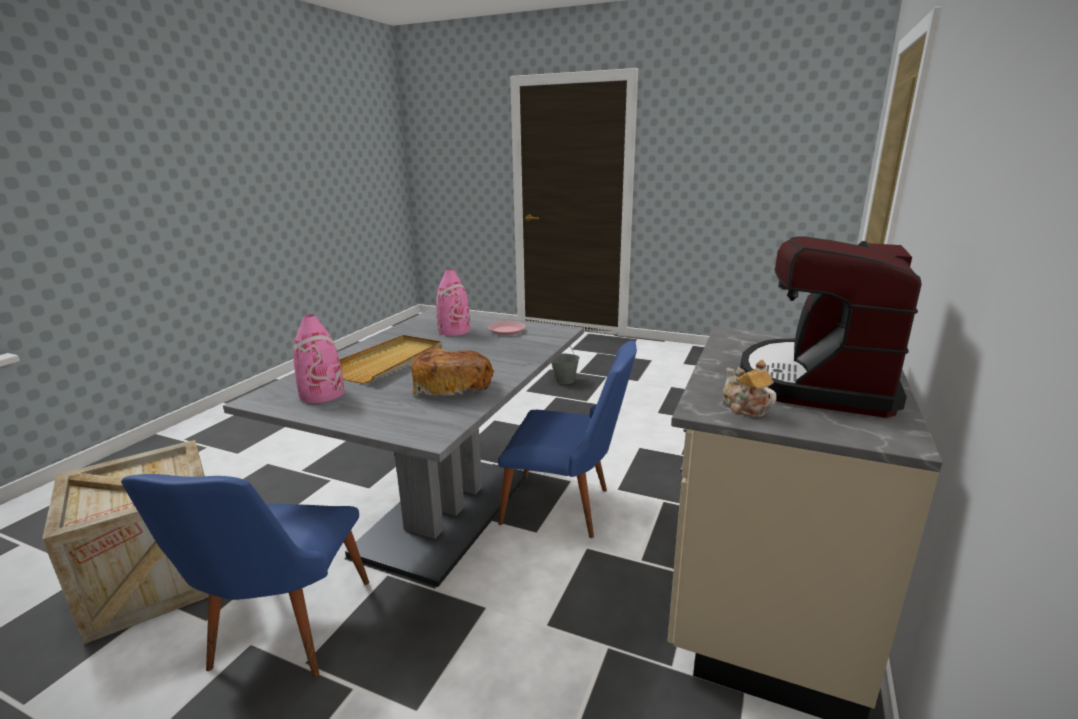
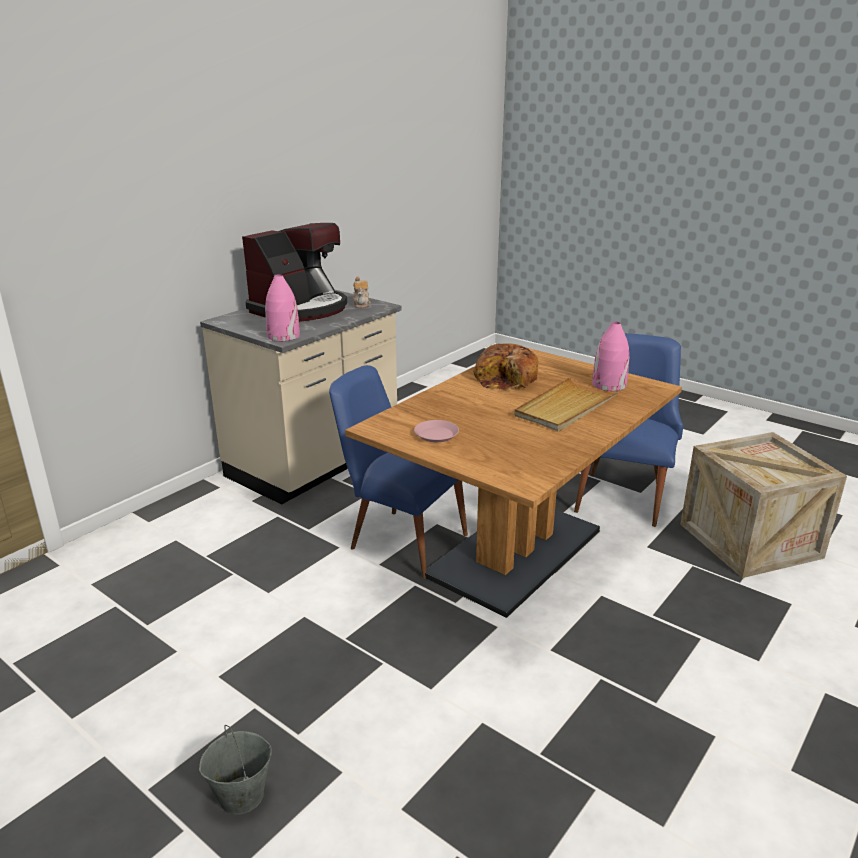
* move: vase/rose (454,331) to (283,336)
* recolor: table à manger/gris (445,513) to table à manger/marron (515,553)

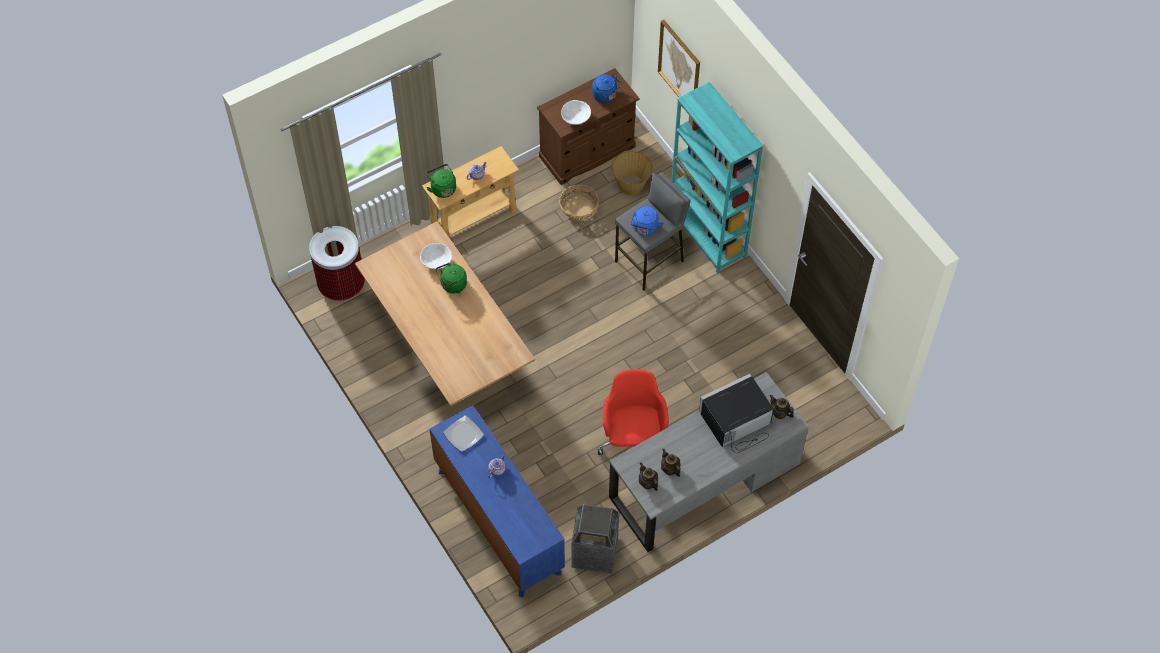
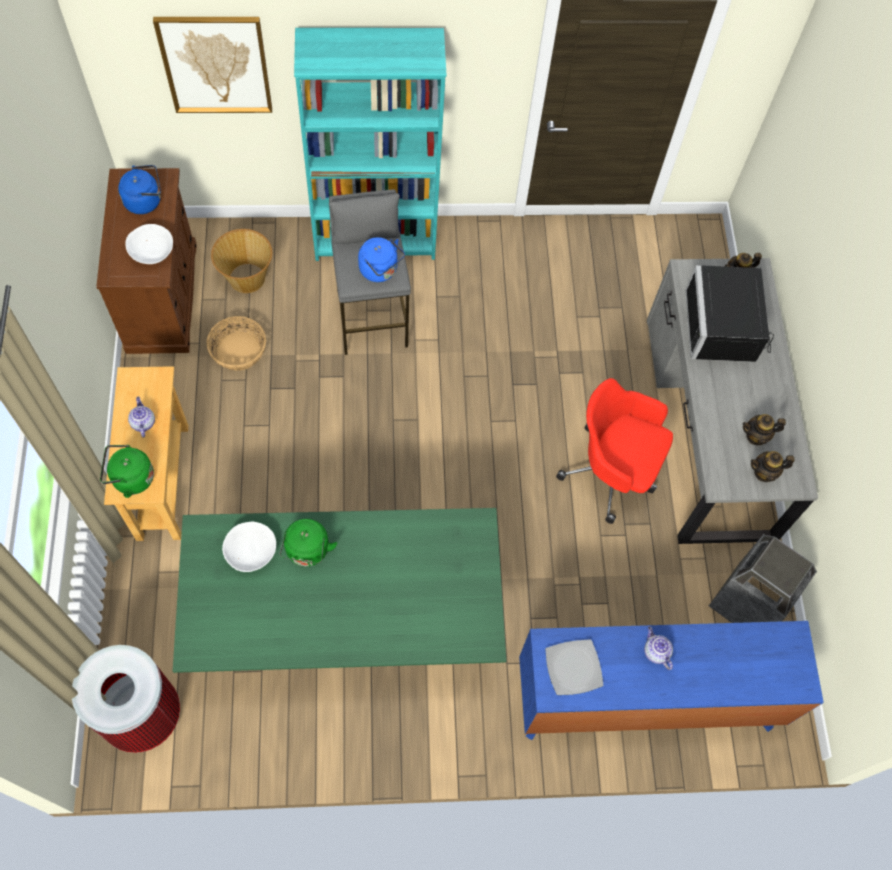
* recolor: table à manger/beige (448,350) to table à manger/vert (346,624)

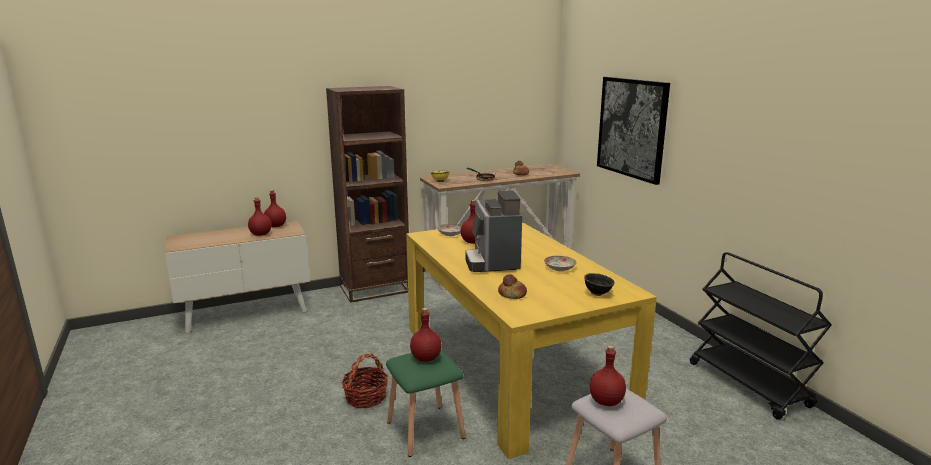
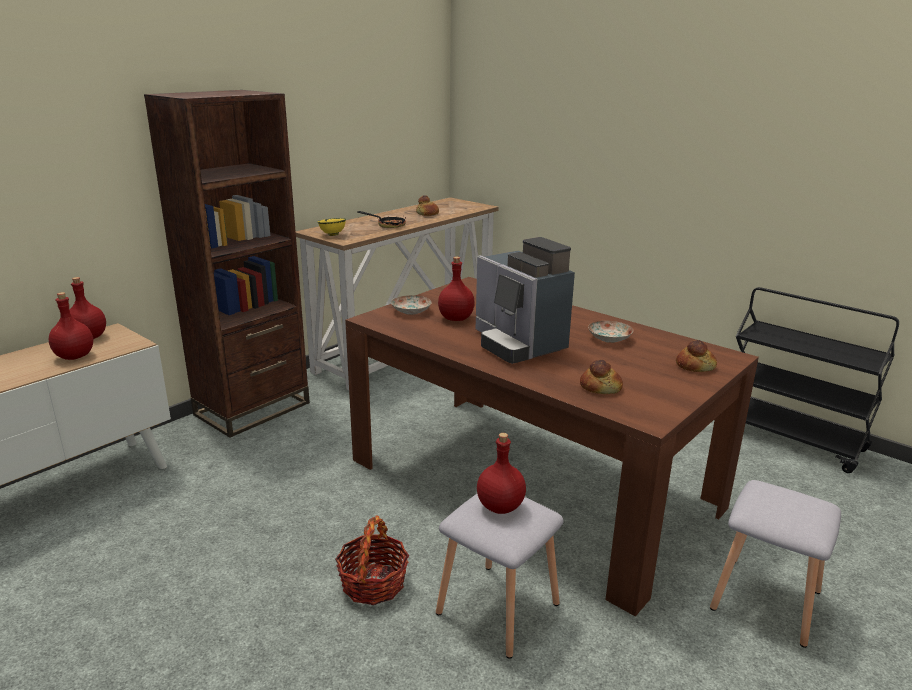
* delete: tableau (632,128)
* recolor: table à manger/jaune (511,367) to table à manger/marron (532,483)
* replace: bol/noir (597,294) to pain (695,366)
* delete: bouteille/rouge (605,401)
* recolor: tabouret/vert (424,429) to tabouret/gris (495,608)

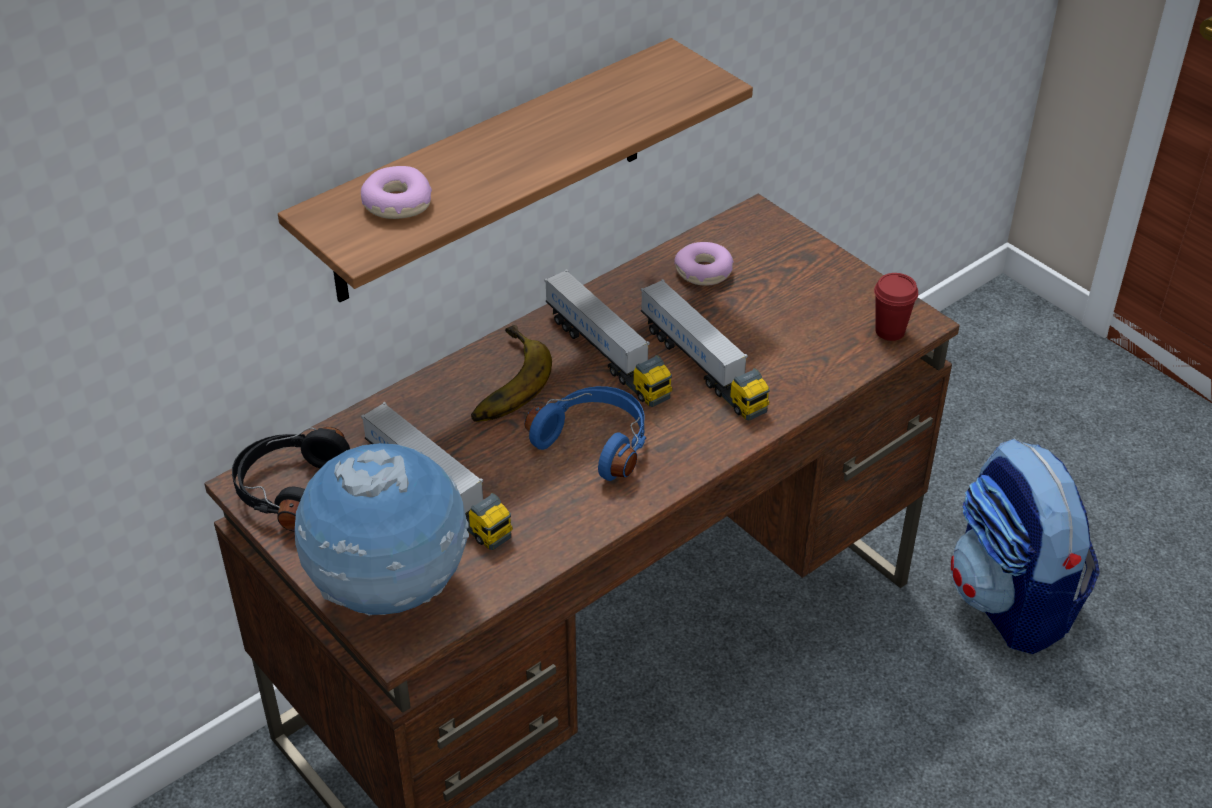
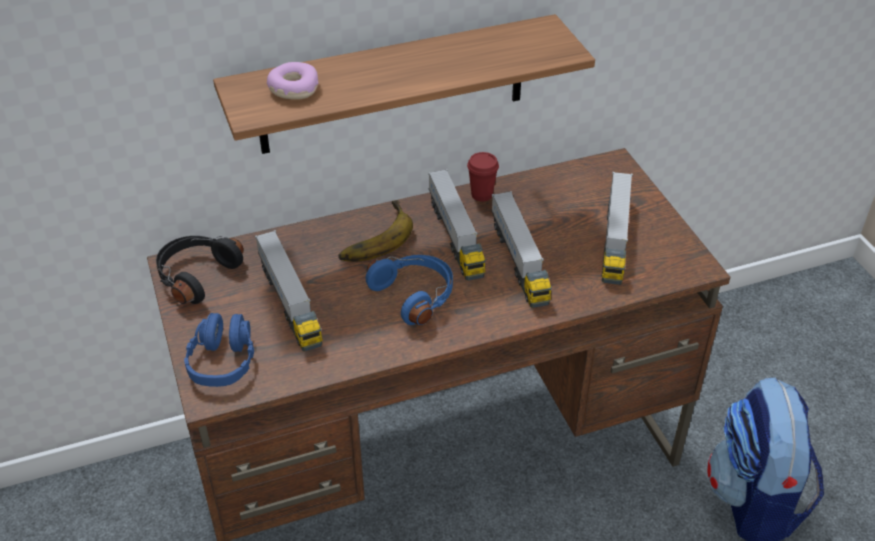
* delete: beignet (704,272)
* move: tasse/rouge (890,331) to (482,195)
* replace: globe (390,591) to casque audio/bleu (222,361)
* insert: camion jouet (615,240)

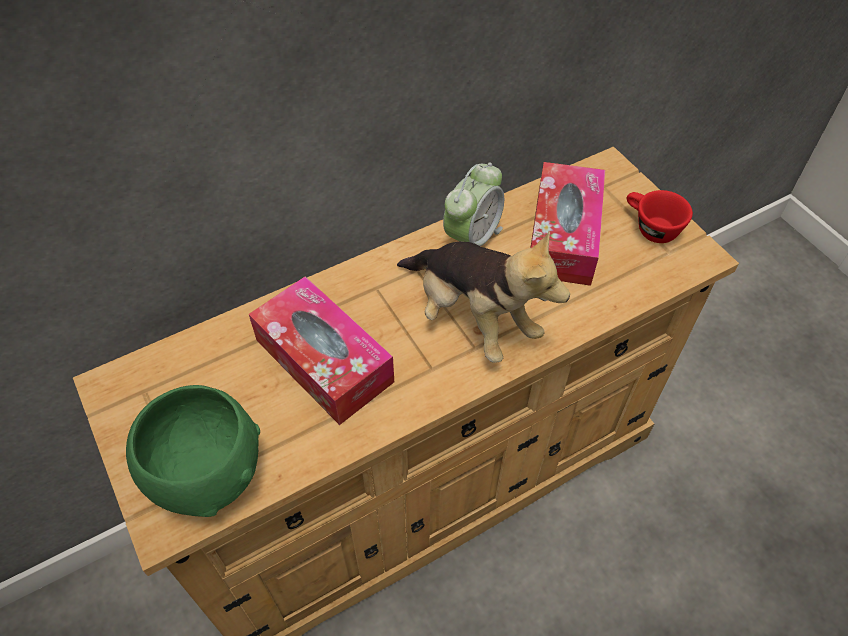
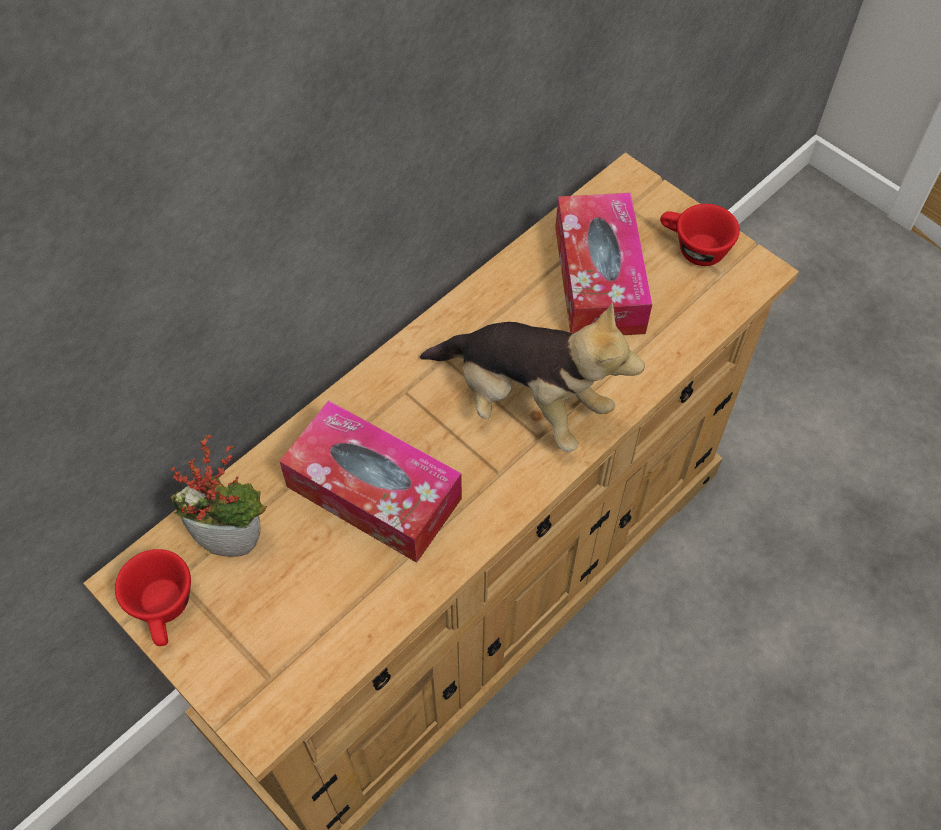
* delete: réveil (472,239)
* delete: bol/vert (207,471)
* insert: plante en pot (235,538)
* insert: tasse/rouge (165,610)

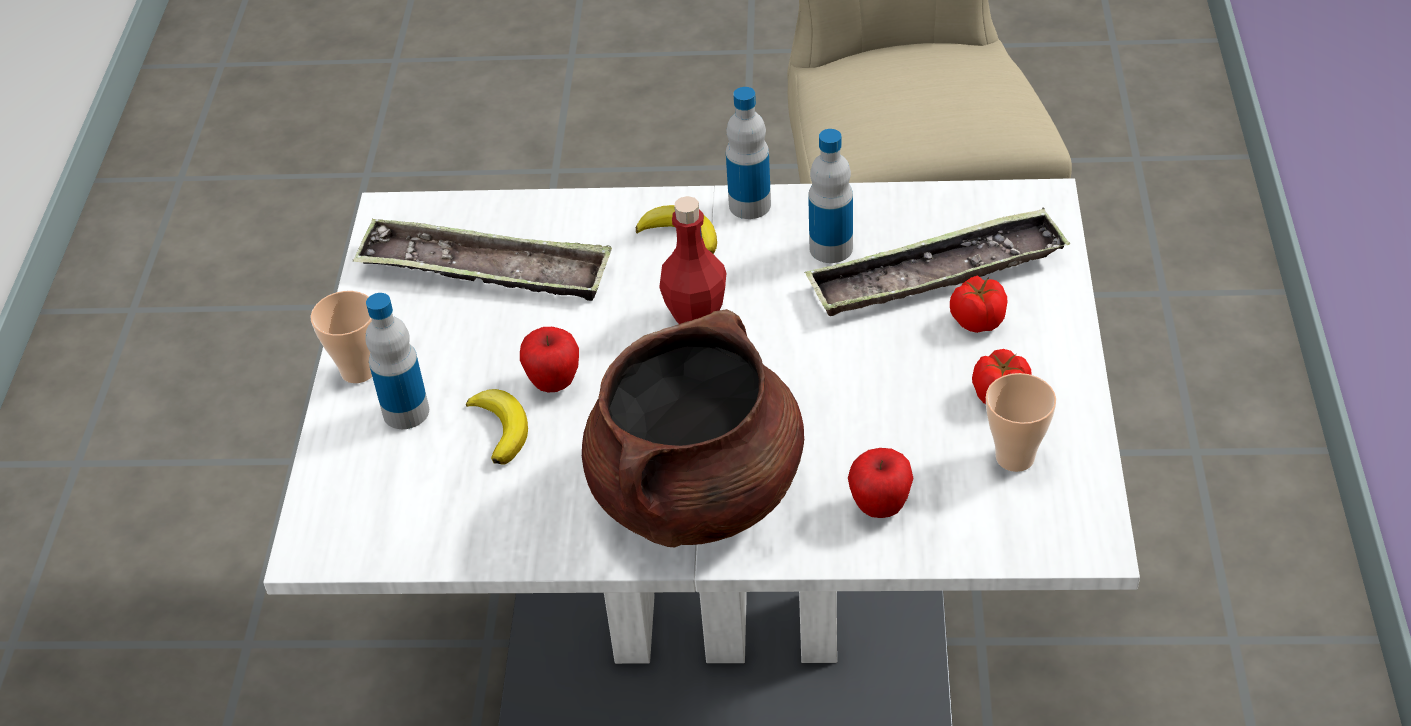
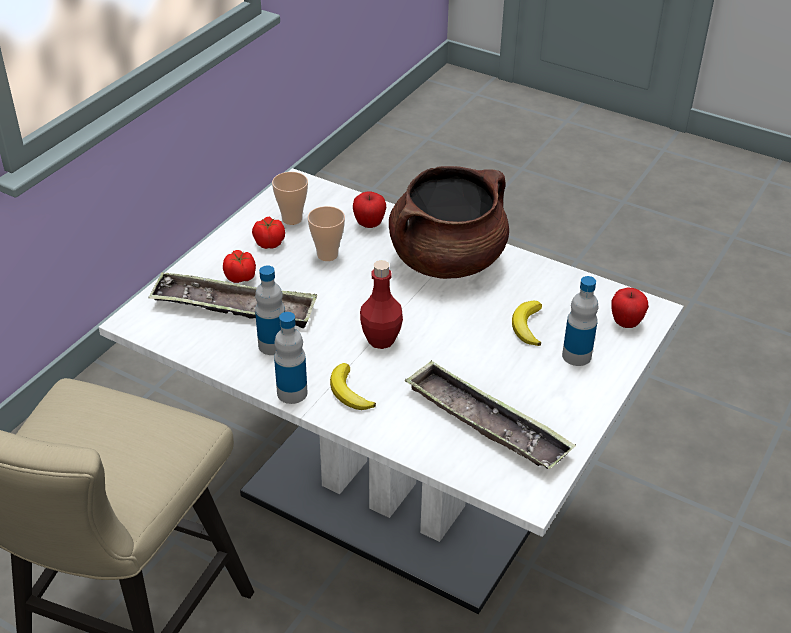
* move: tasse (358,370) to (327,255)
* move: pomme (554,383) to (626,323)

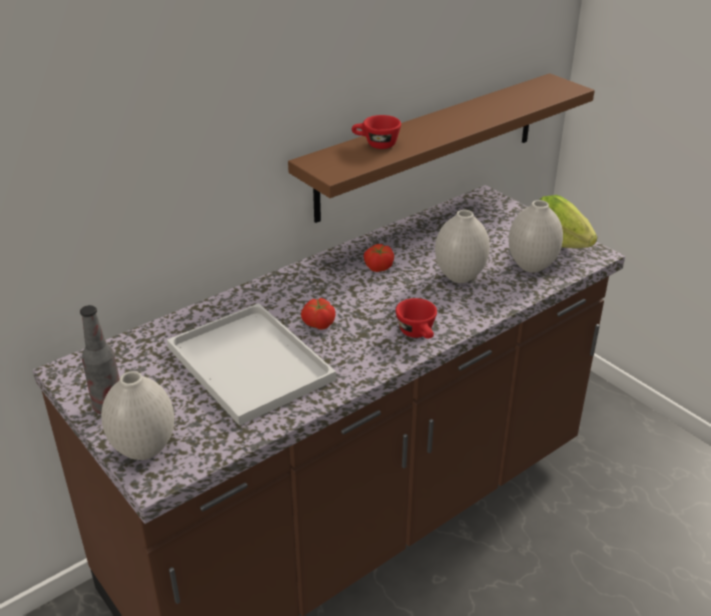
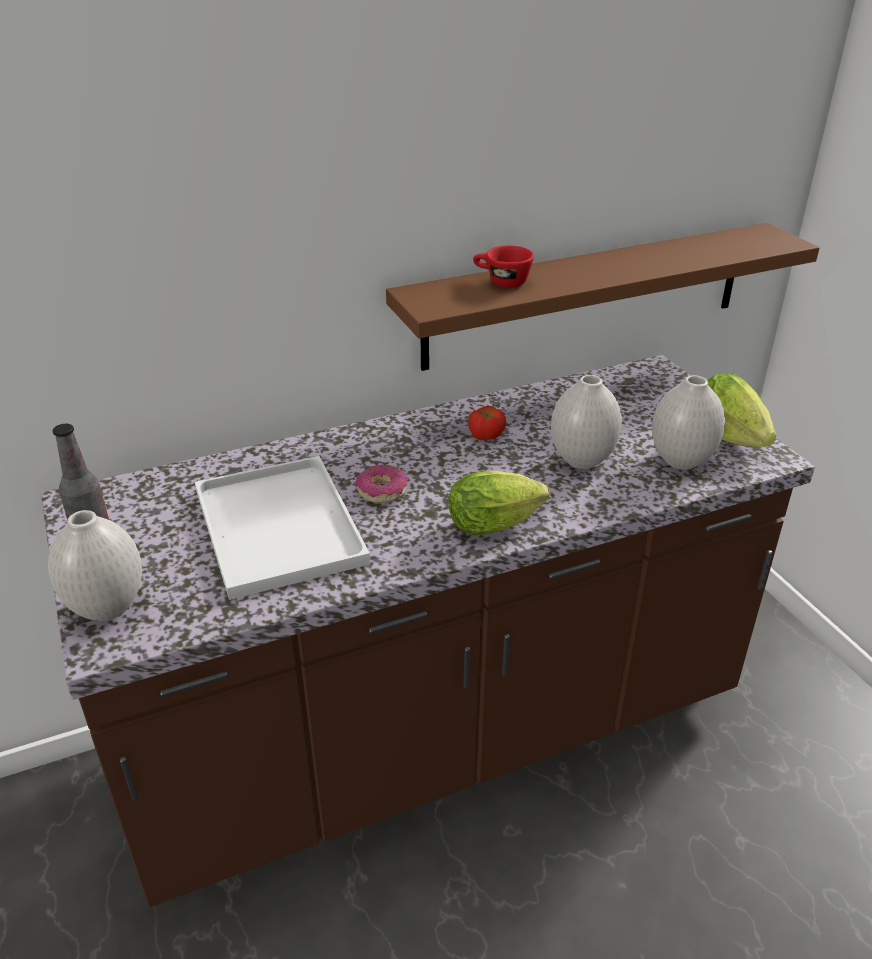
* replace: tomate (318,323) to beignet (382,491)
* replace: tasse/rouge (418,334) to laitue (498,524)

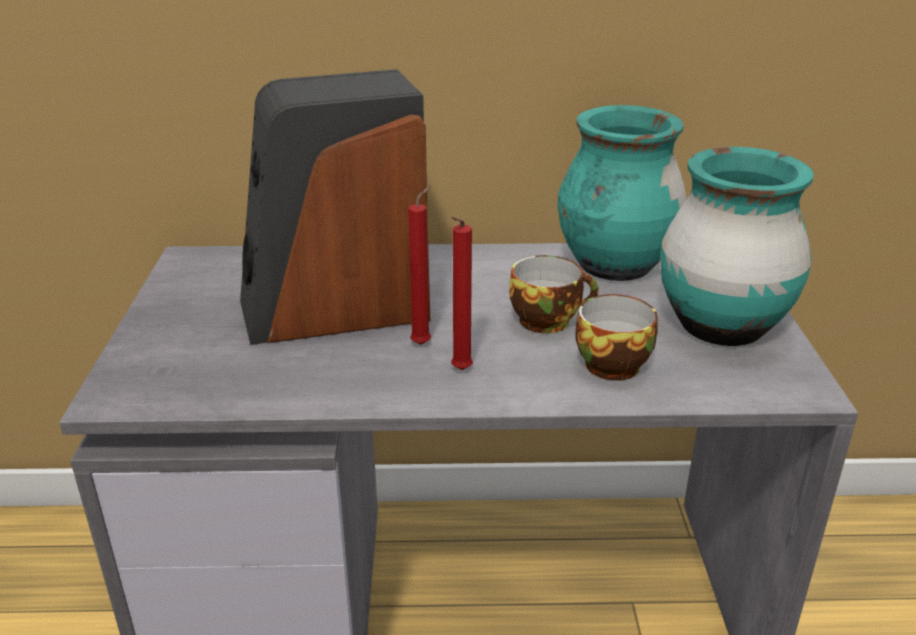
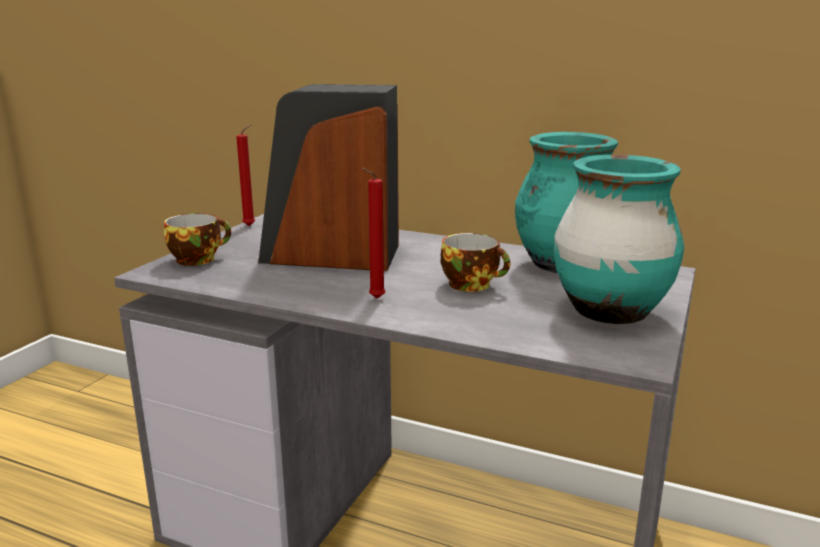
* move: bougie/rouge (423,343) to (251,226)
* move: tasse (612,363) to (198,259)

